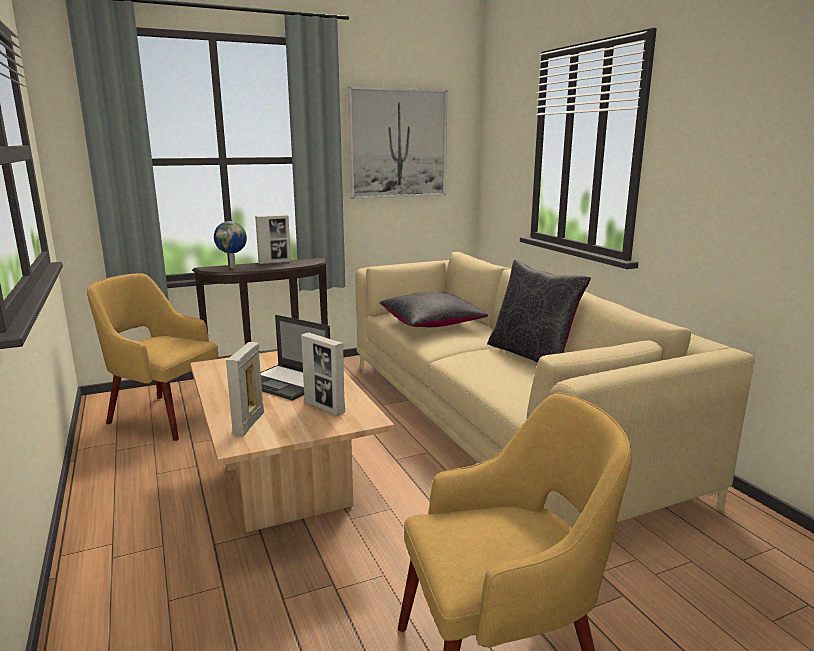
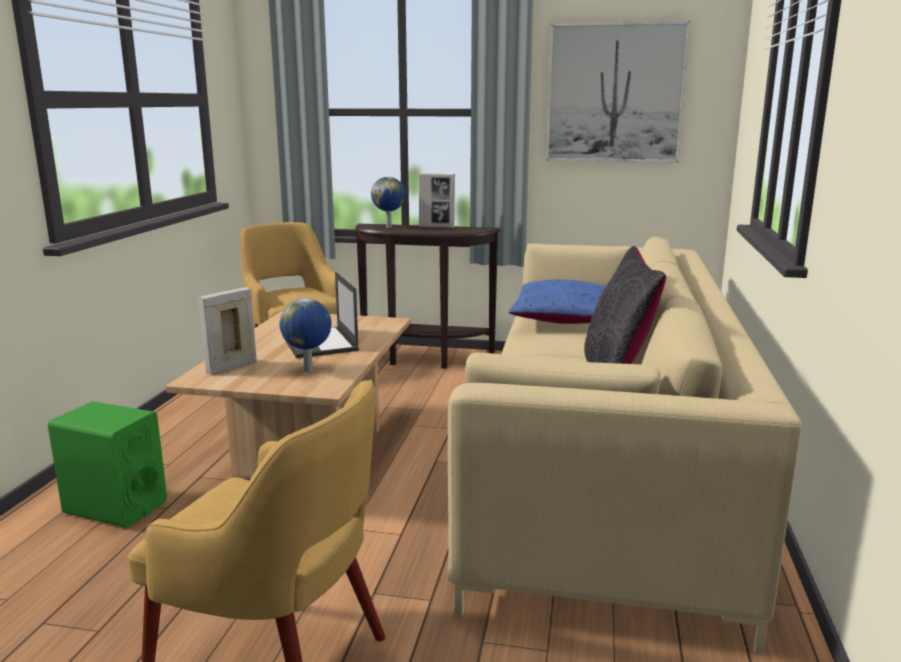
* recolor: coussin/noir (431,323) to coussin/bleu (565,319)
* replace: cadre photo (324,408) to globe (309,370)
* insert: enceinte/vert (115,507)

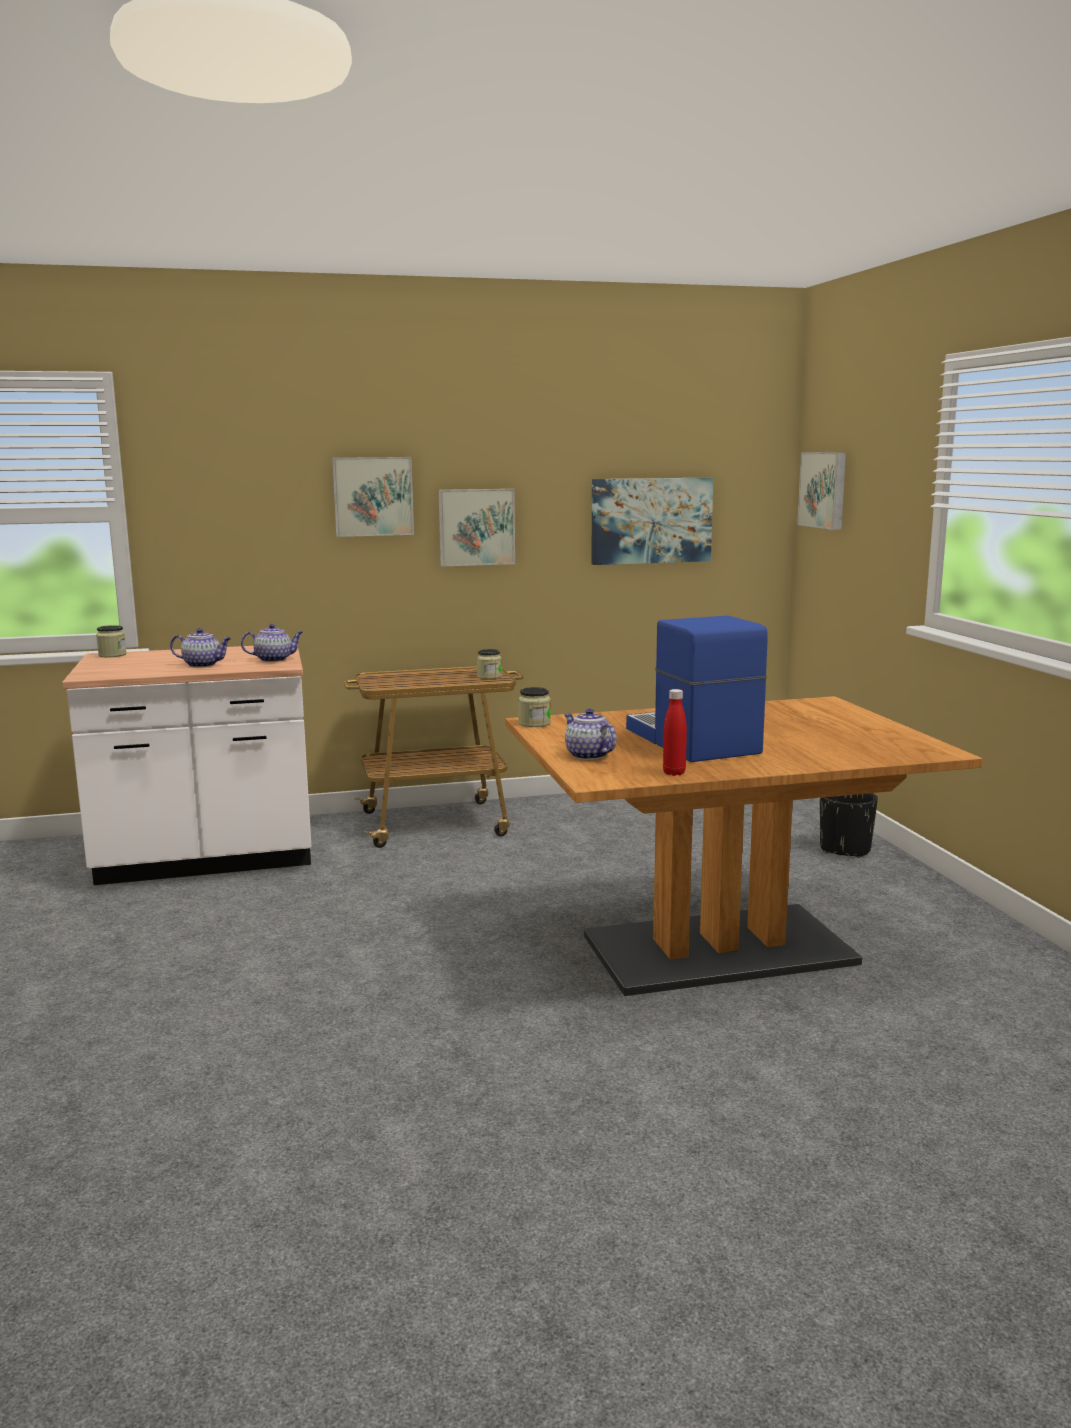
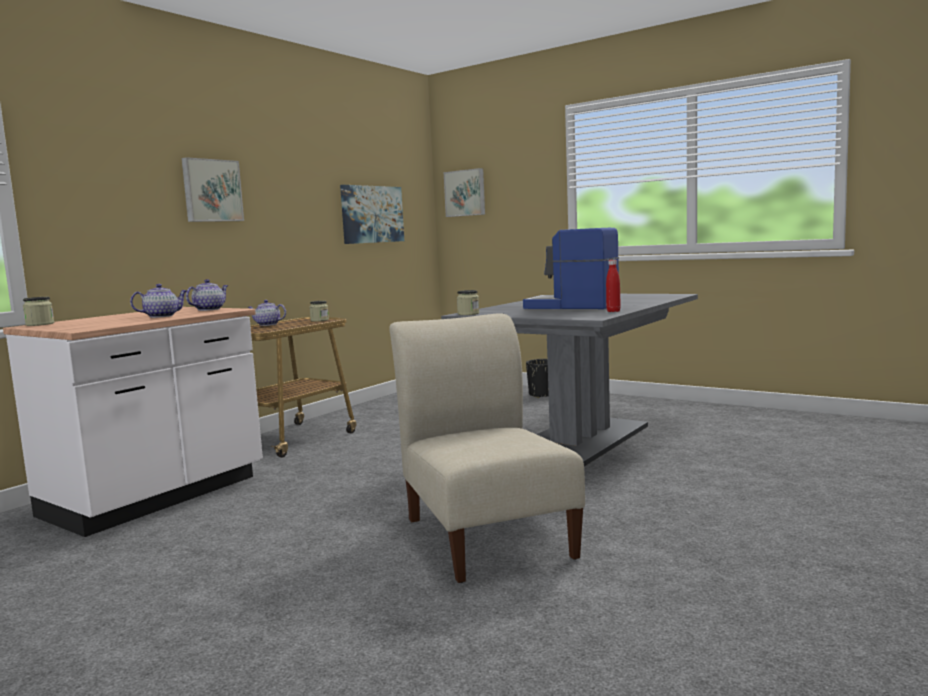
* delete: tableau (476,527)
* recolor: table à manger/marron (718,950) to table à manger/gris (581,439)
* move: théière (588,755) to (267,324)
* insert: chaise/beige (486,534)

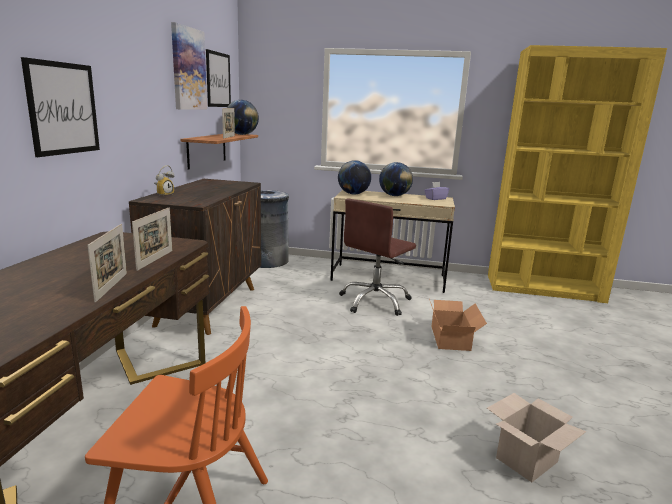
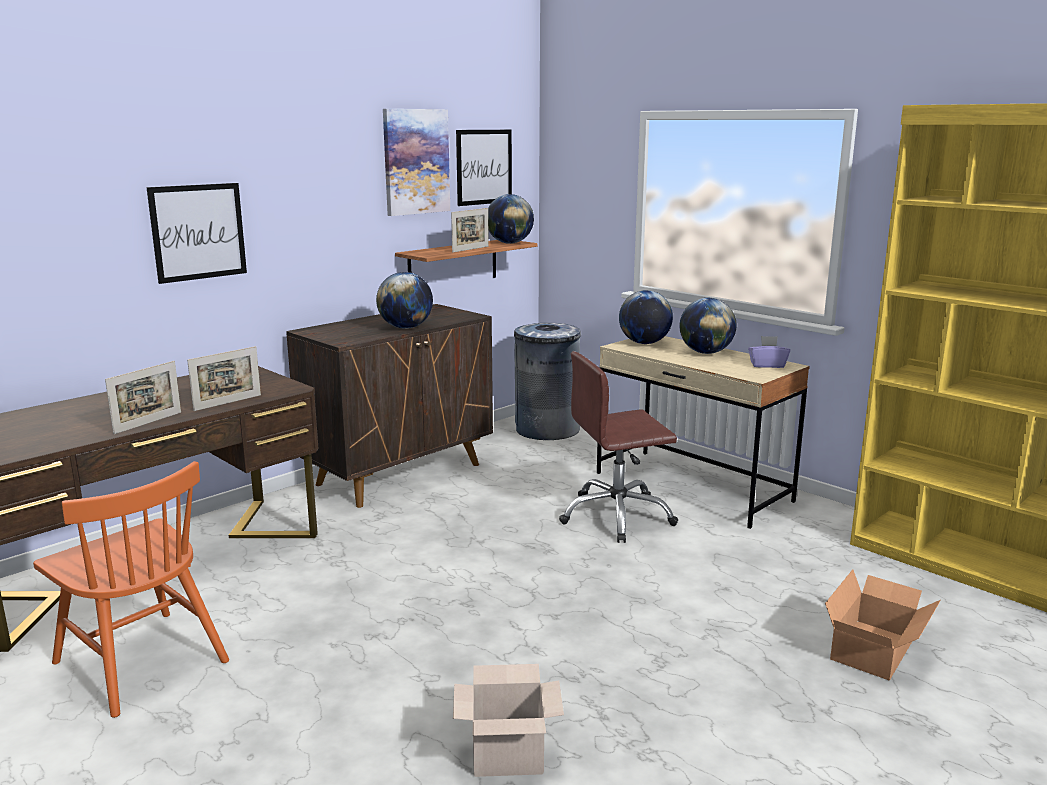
* delete: réveil (164,195)
* move: carton (452,338) to (877,650)
* insert: globe (405,327)

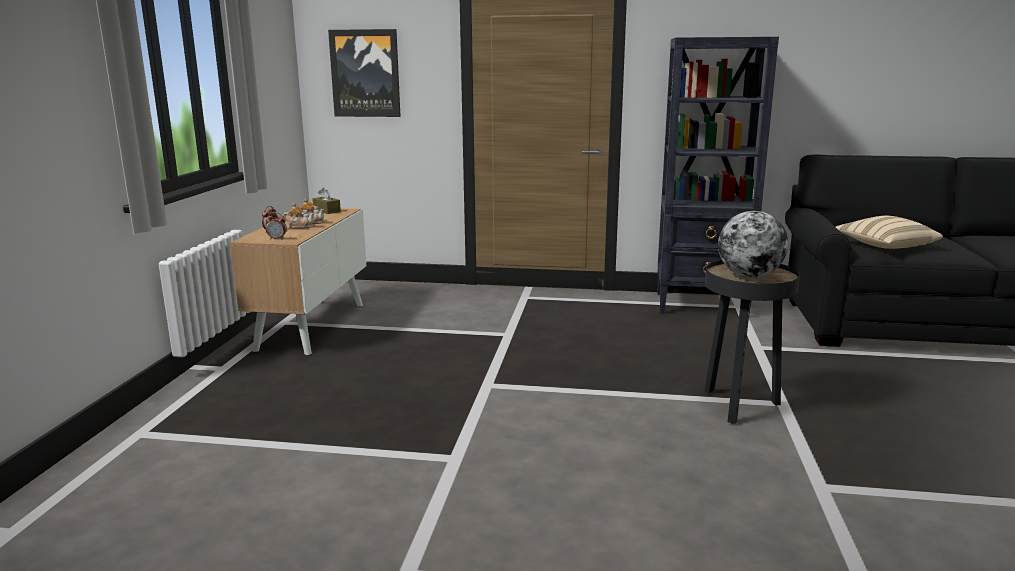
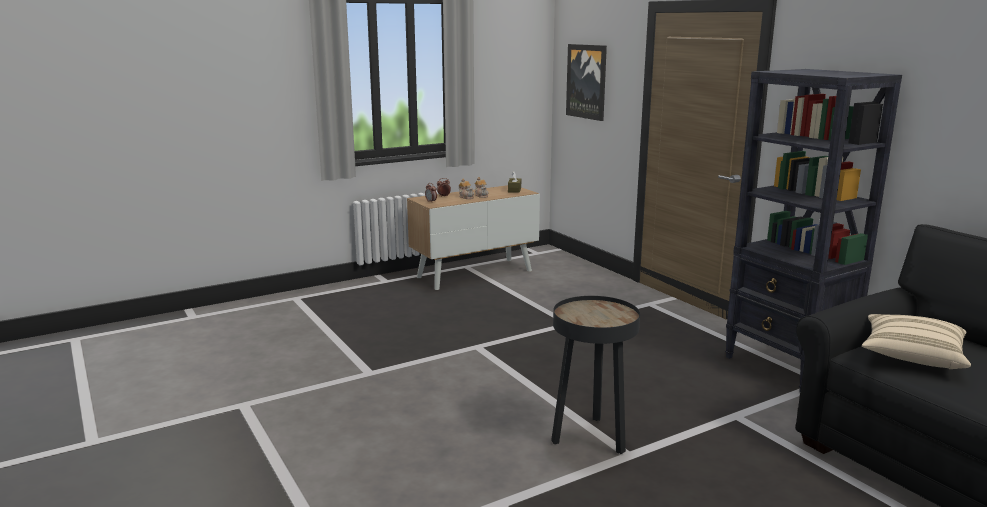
* delete: globe (749,276)

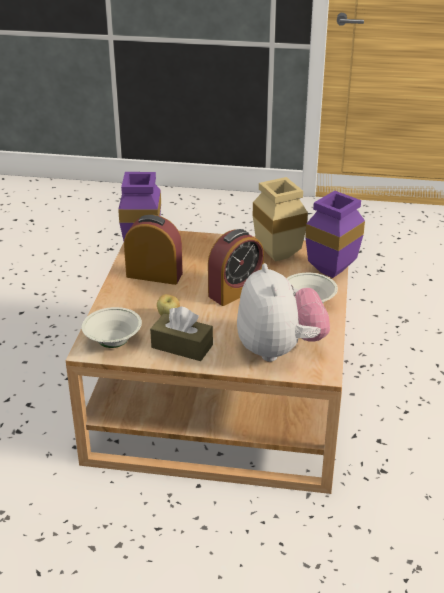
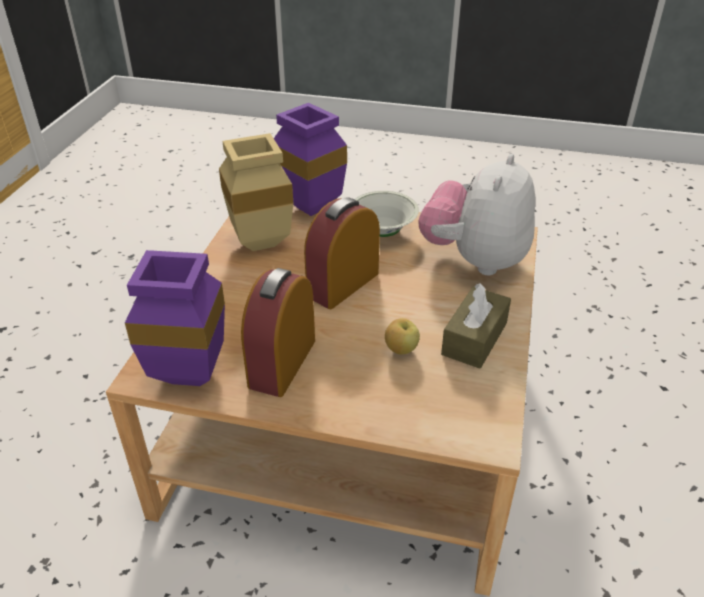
* rotate: réveil (235,291) = (343,284) 105 degrees counterclockwise
* rotate: peluche (279,349) = (475,260) 60 degrees counterclockwise
* delete: bol/blanc (113,342)

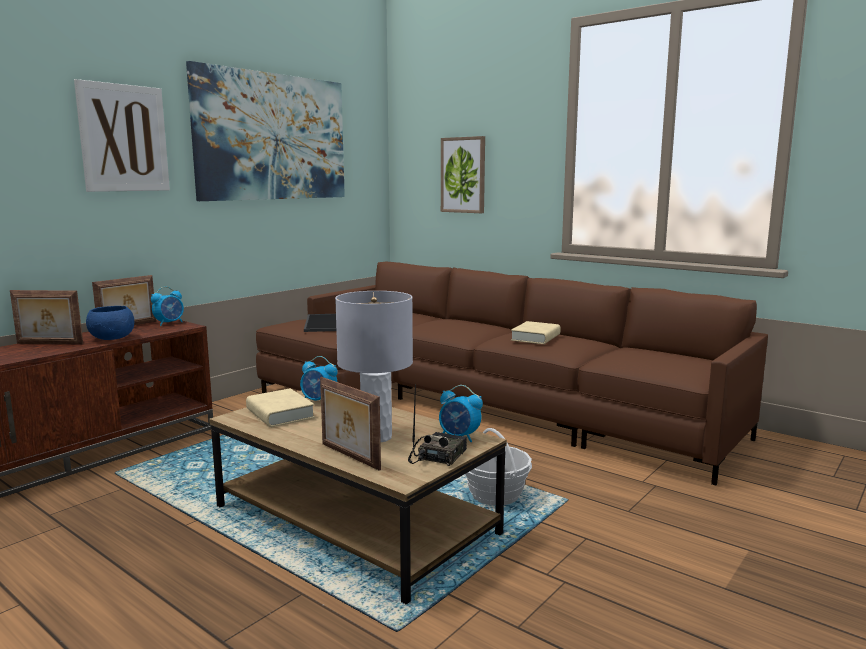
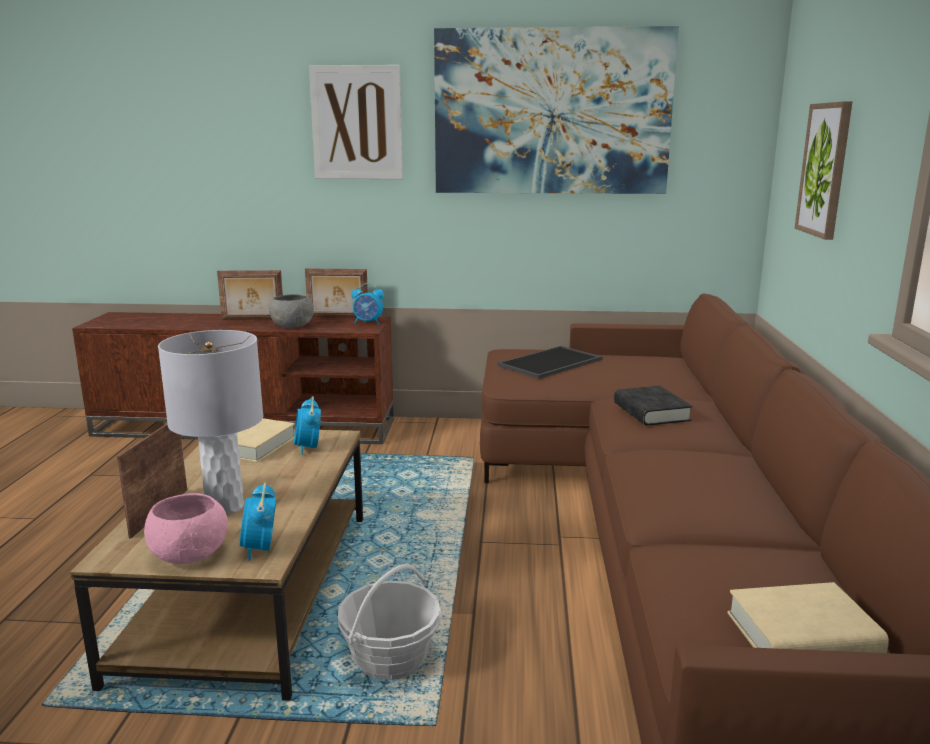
* rotate: cadre photo (49,344) = (252,320) 60 degrees counterclockwise
* recolor: bol/bleu (112,338) to bol/gris (293,326)
* move: livre/beige (535,337) to (802,636)
* replace: radio (437,456) to bol/rose (190,555)
* insert: livre/noir (651,412)

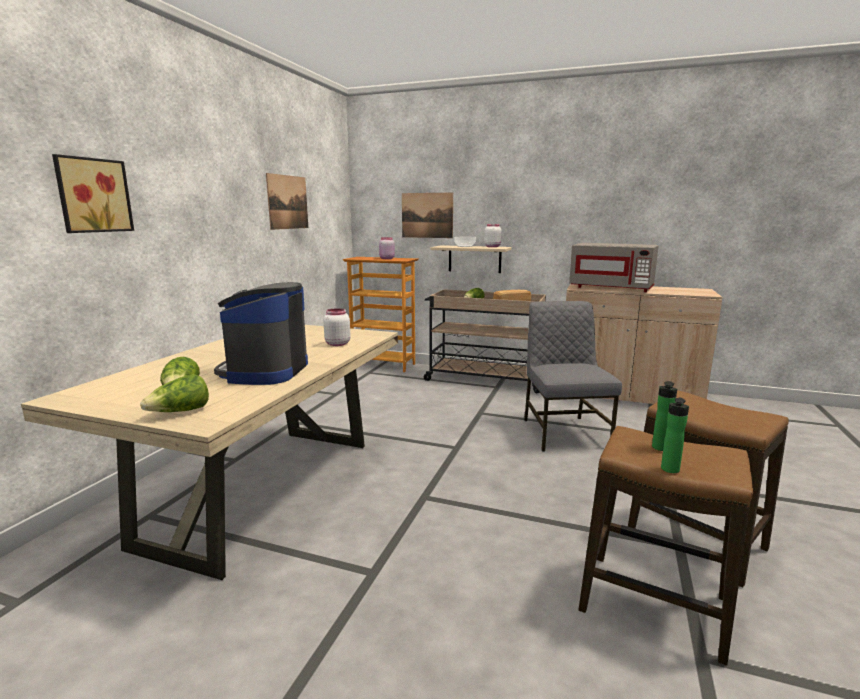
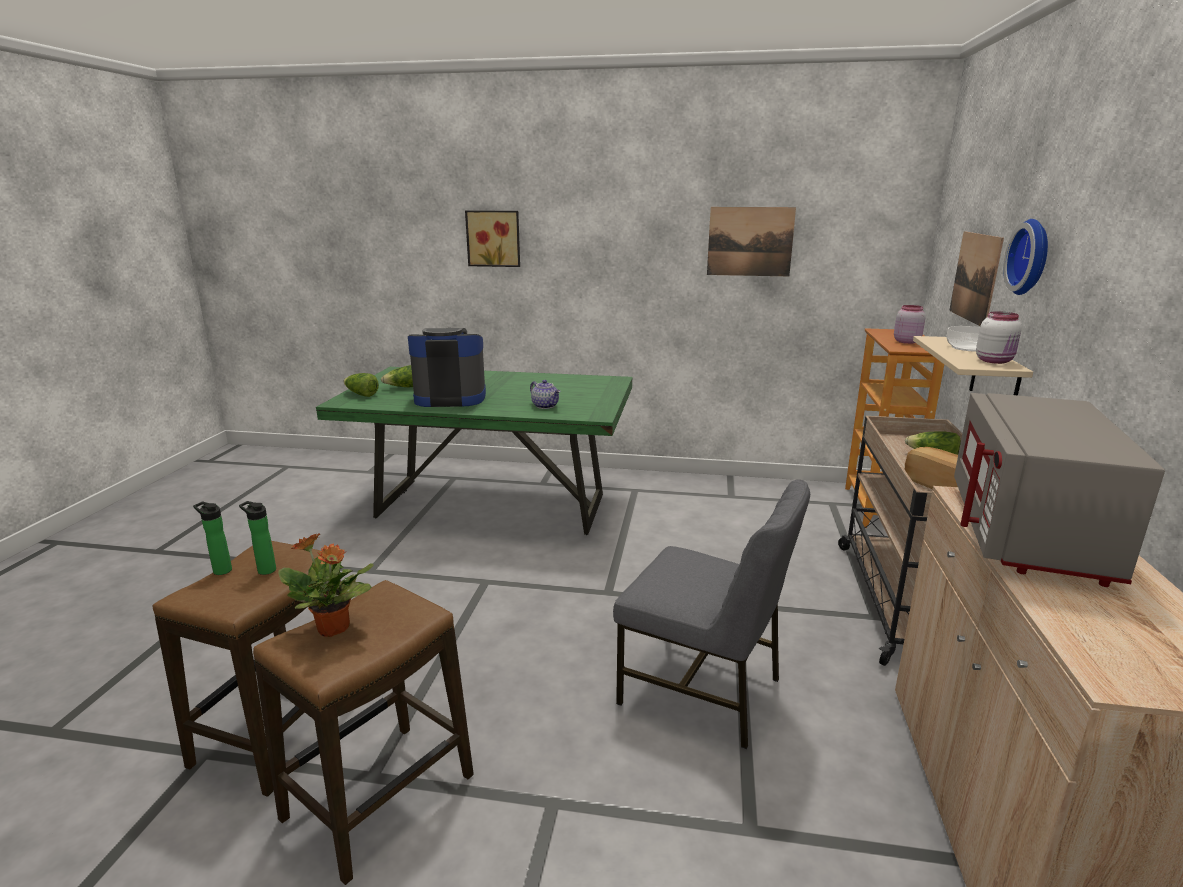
* rotate: chaise/gris (563,432) = (703,691) 45 degrees clockwise
* replace: bocal/blanc (337,344) to théière (546,406)
* recolor: table à manger/beige (264,491) to table à manger/vert (490,506)
* insert: horloge murale (1032,257)
* insert: plante en pot (334,629)

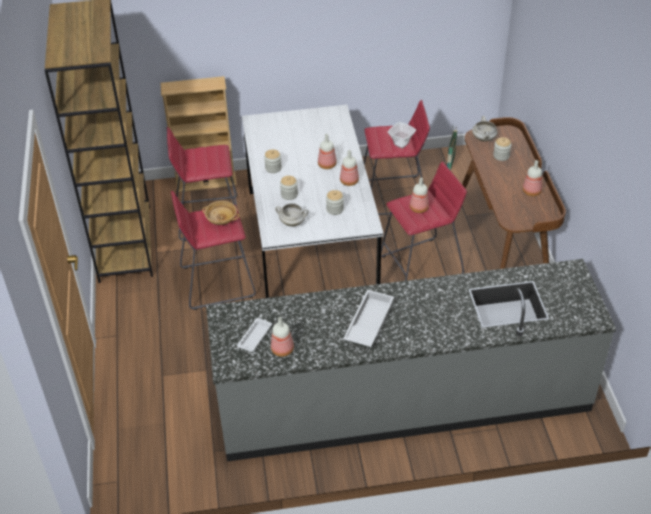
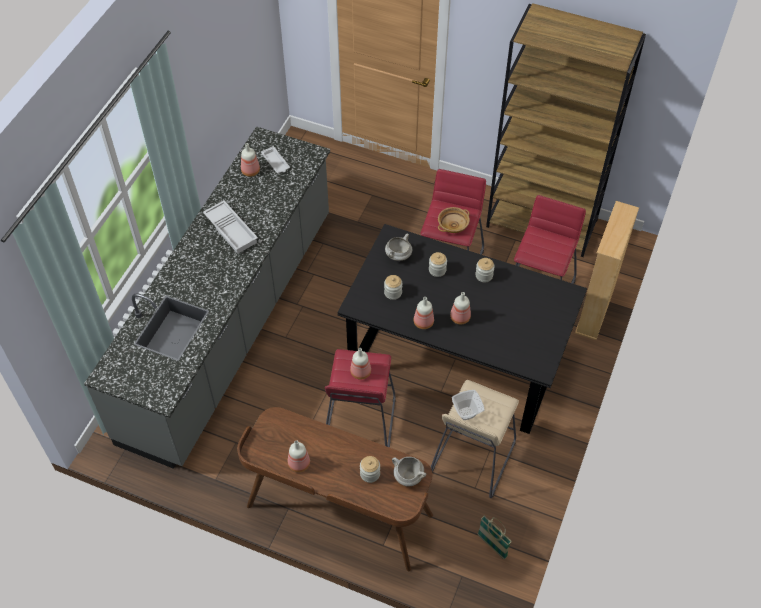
* recolor: tabouret/rouge (393,196) to tabouret/beige (473,457)
* recolor: table à manger/blanc (309,239) to table à manger/noir (457,354)

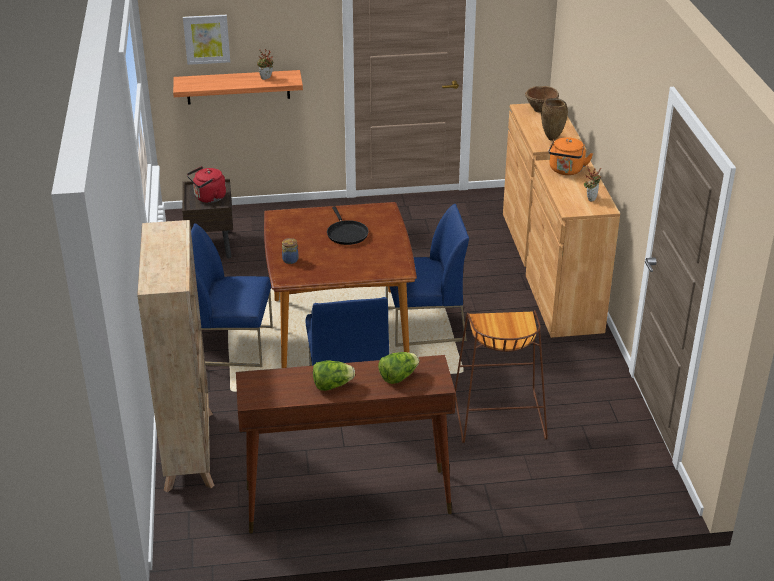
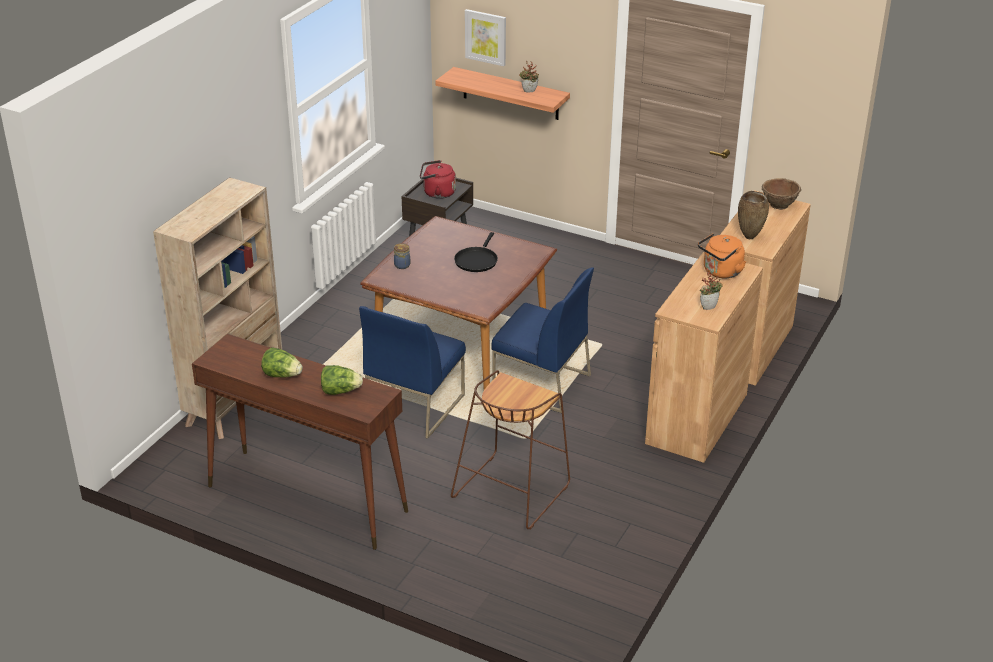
* delete: chaise/bleu (232,345)

